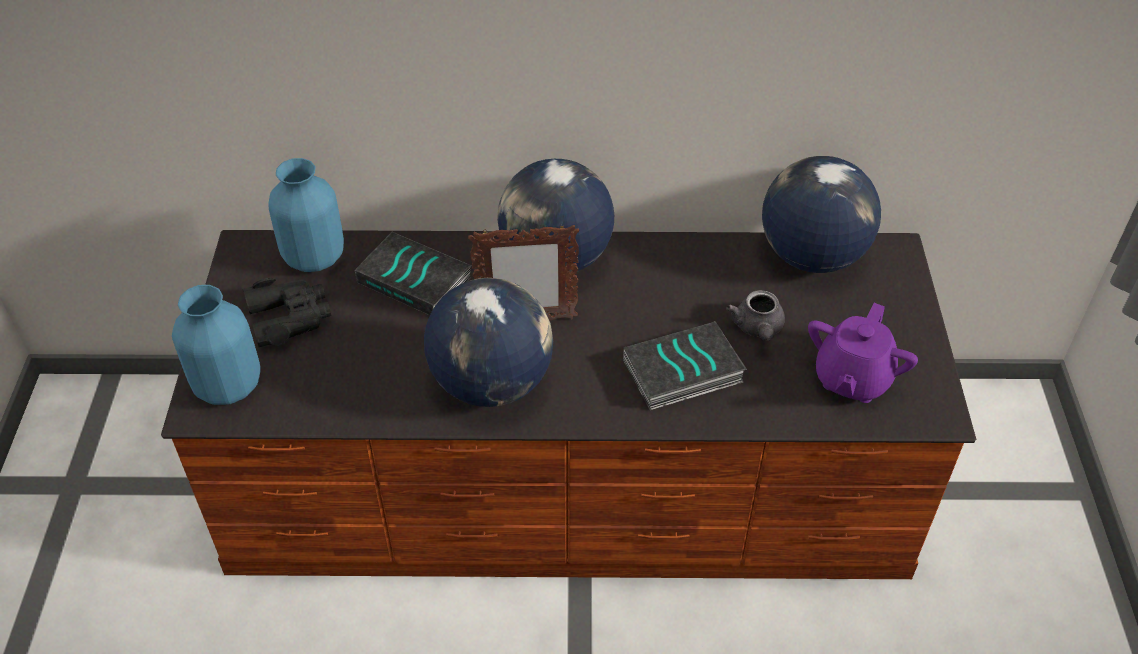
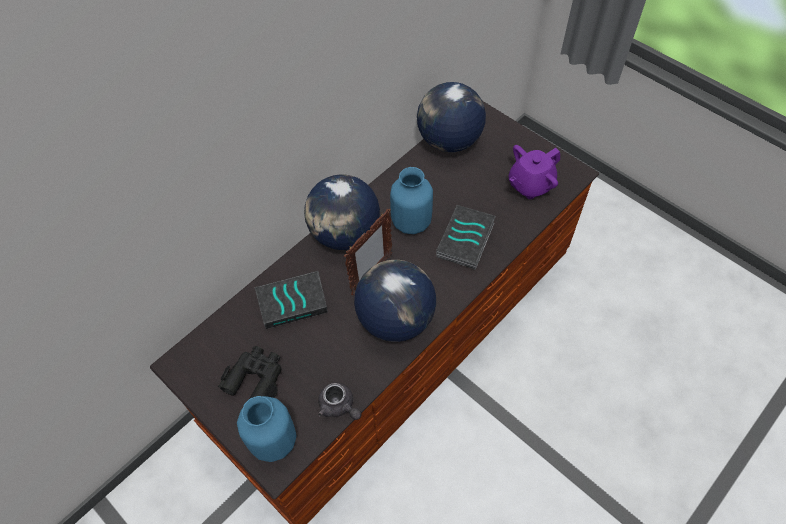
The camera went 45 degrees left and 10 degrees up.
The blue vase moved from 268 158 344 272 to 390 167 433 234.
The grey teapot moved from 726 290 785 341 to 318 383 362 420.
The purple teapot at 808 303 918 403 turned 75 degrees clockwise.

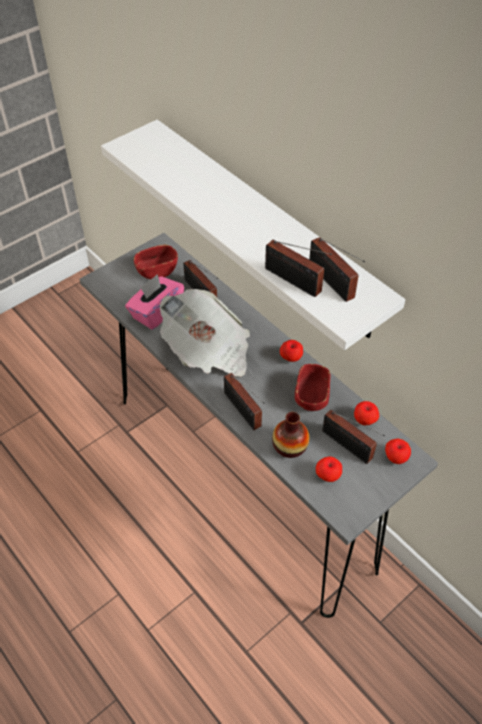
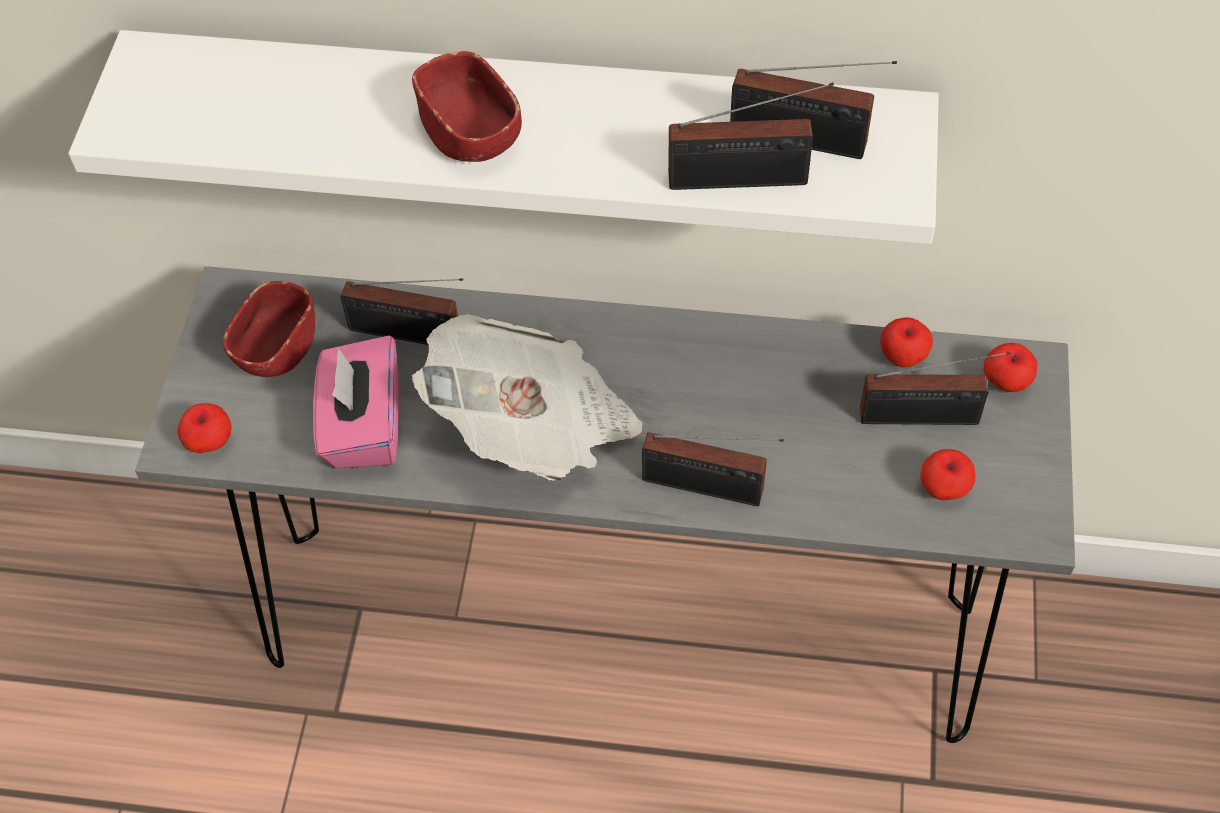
The camera went 40 degrees left and 5 degrees up.
The vase at 272 412 310 458 disappeared.
The apple moved from 280 340 303 362 to 177 403 232 453.
The red bowl moved from 295 364 330 411 to 412 51 522 162.

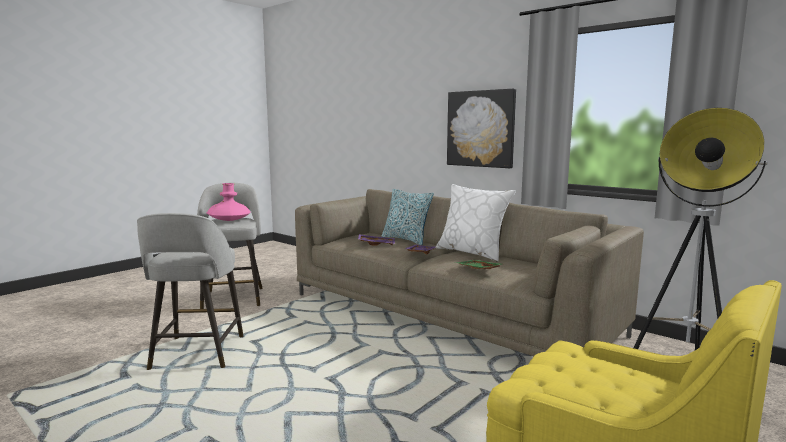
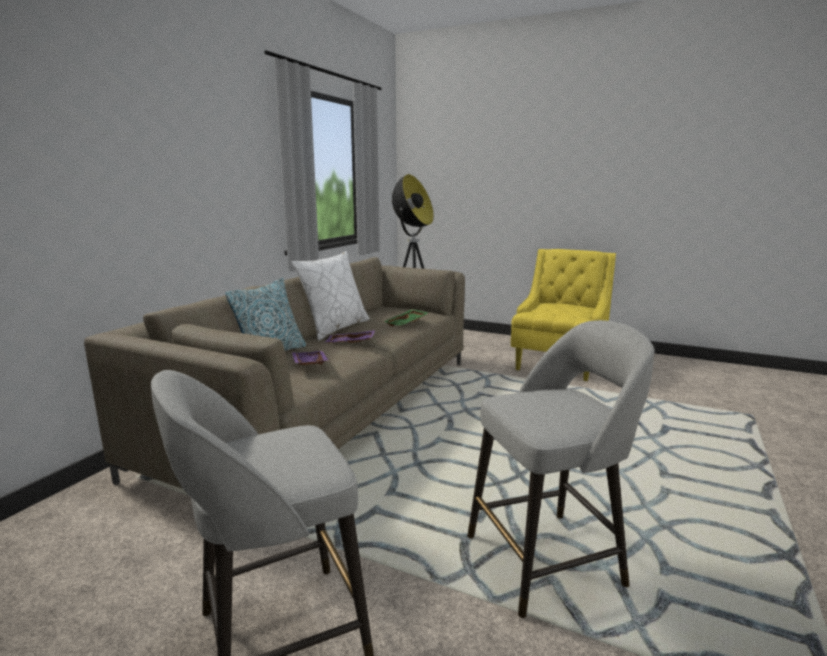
The camera went 105 degrees left and 5 degrees up.
The pink vase at 207 183 251 221 disappeared.
The picture at 447 89 516 168 disappeared.

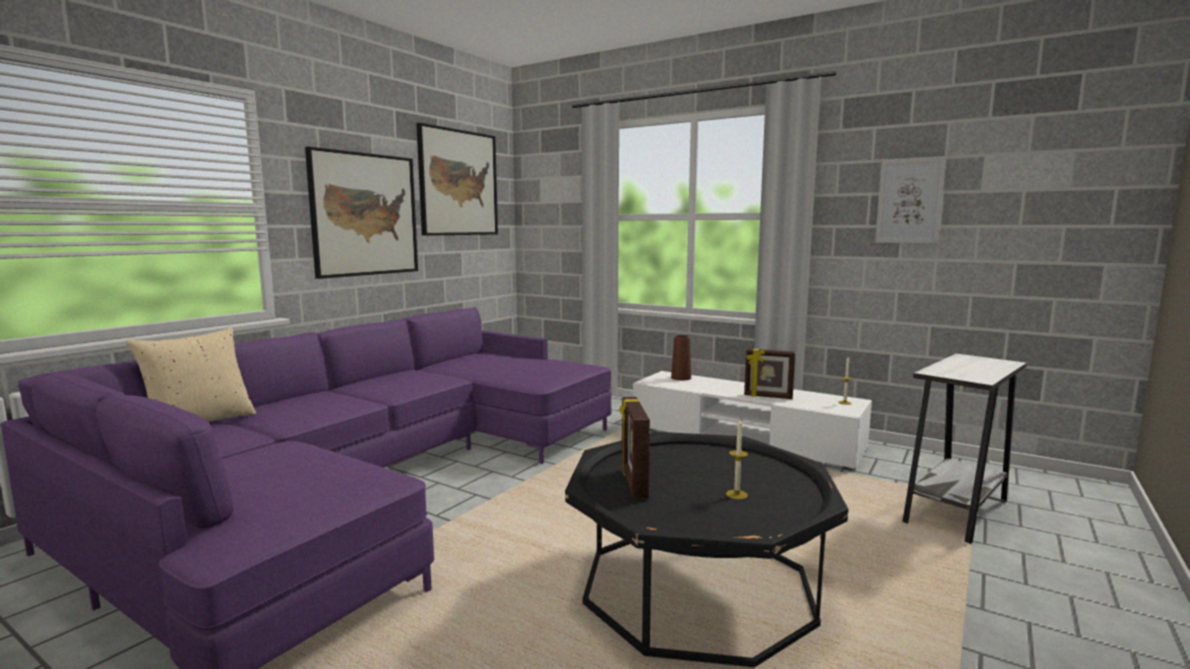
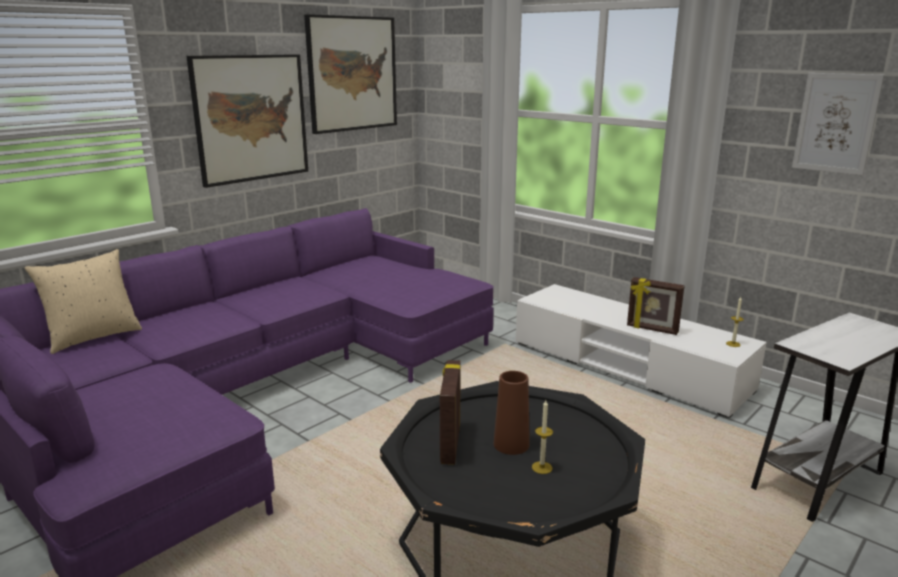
The camera went 10 degrees right and 10 degrees up.
The brown vase moved from 671 335 691 380 to 494 371 530 455.

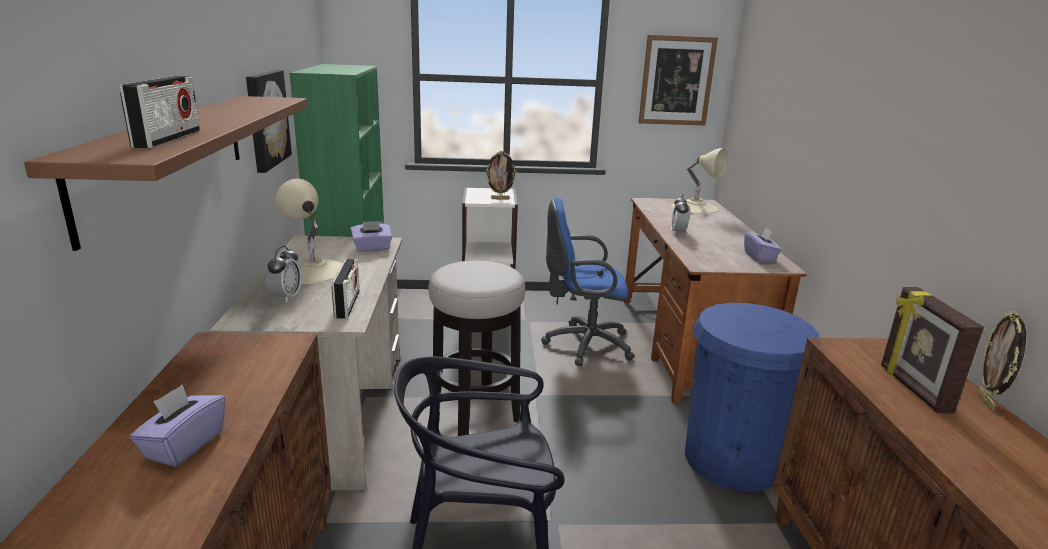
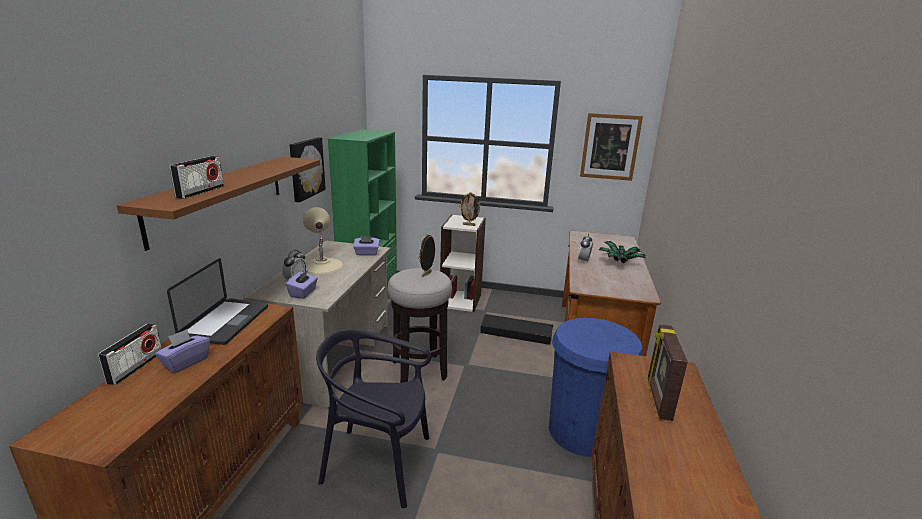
The camera went 15 degrees right and 0 degrees up.
The beige table lamp at 672 148 728 214 disappeared.
The laptop at 167 258 268 345 appeared.
The potted plant at 599 241 646 264 appeared.
The radio moved from 331 259 360 318 to 98 324 162 385.
The purple tissue box moved from 744 228 781 262 to 286 270 318 299.
The picture frame moved from 977 311 1026 411 to 418 233 435 277.
The blue office chair at 541 198 635 366 was replaced by the black storage box at 480 314 554 345.

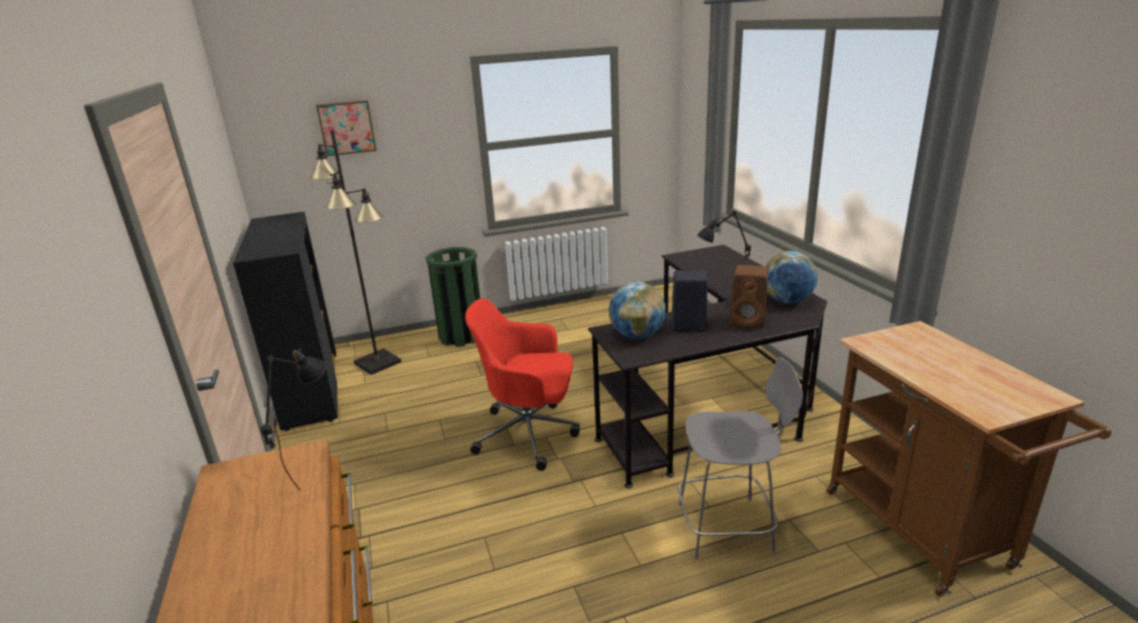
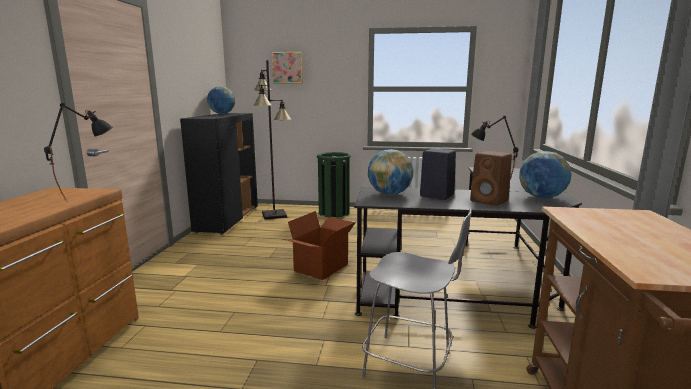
The camera went 25 degrees right and 10 degrees down.
The globe at 207 86 235 114 appeared.
The red office chair at 465 298 580 471 was replaced by the cardboard box at 283 211 357 280.

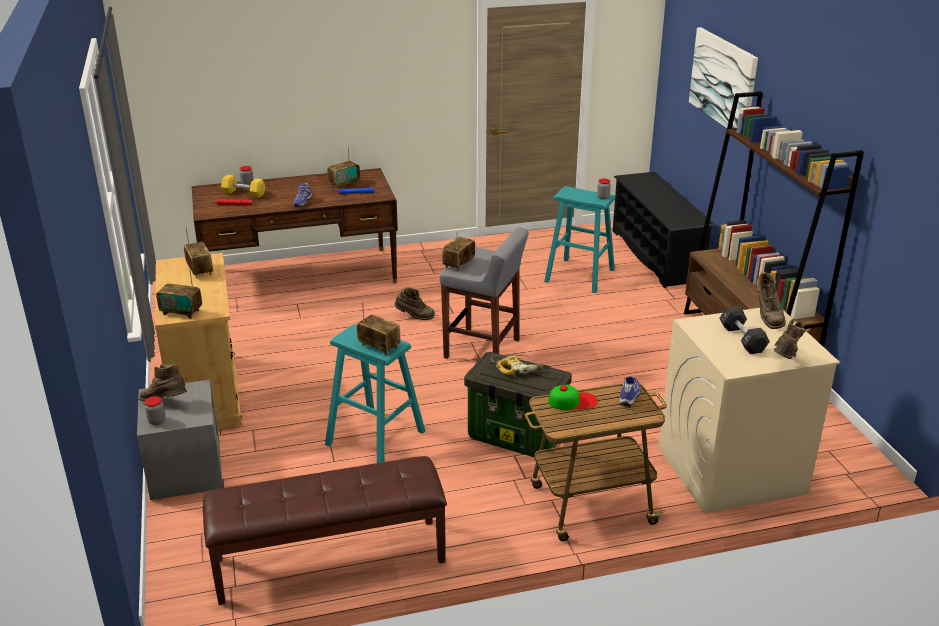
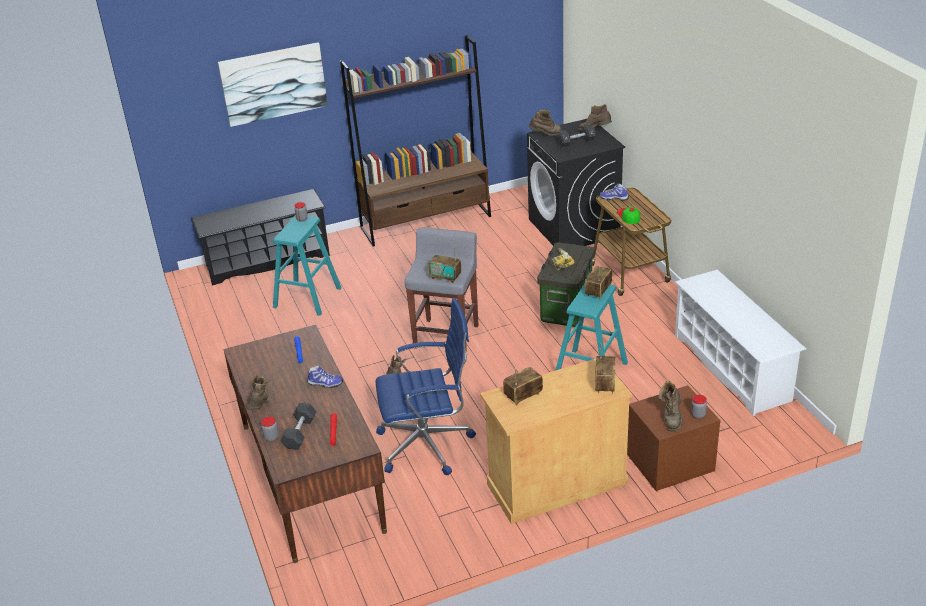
The camera went 95 degrees left and 5 degrees up.
The radio at 327 146 360 189 disappeared.
The brown boot at 246 375 271 409 appeared.
The blue office chair at 376 298 476 475 appeared.
The brown bench at 203 456 447 605 was replaced by the white shoe rack at 675 269 806 416.
The grey nightstand at 137 380 223 500 became the brown nightstand at 627 385 721 491.
The yellow dumbbell at 221 175 266 198 became the black dumbbell at 281 403 317 450.
The beige washing machine at 659 308 840 514 became the black washing machine at 527 119 625 246.

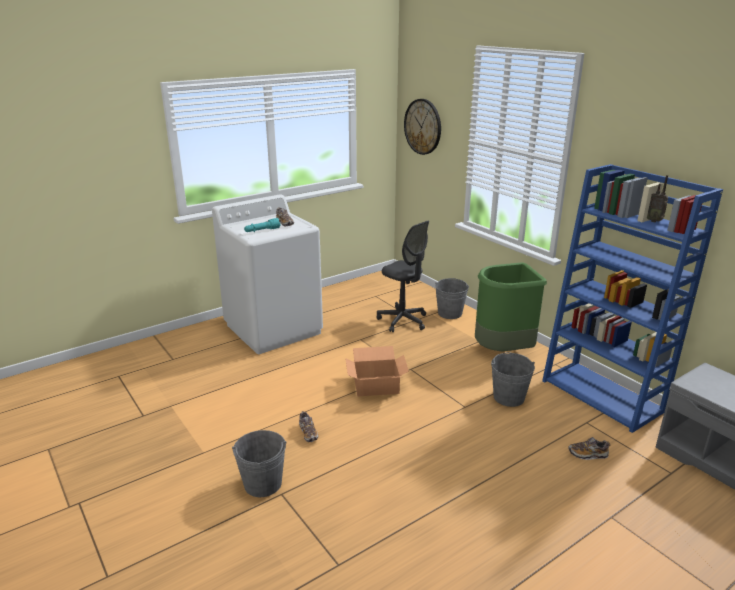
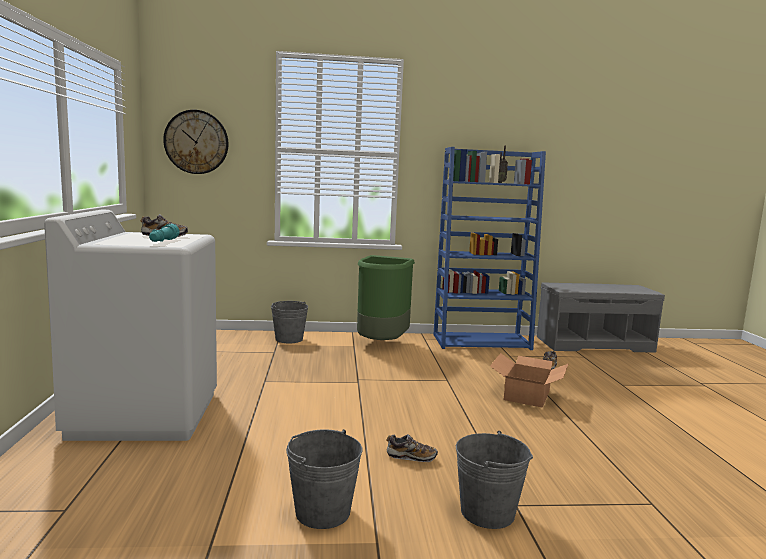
The camera went 60 degrees left and 15 degrees down.
The grey office chair at 377 220 429 332 disappeared.
The cardboard box moved from 345 346 409 396 to 490 353 568 408.
The grey bucket moved from 491 352 535 407 to 286 429 363 529.

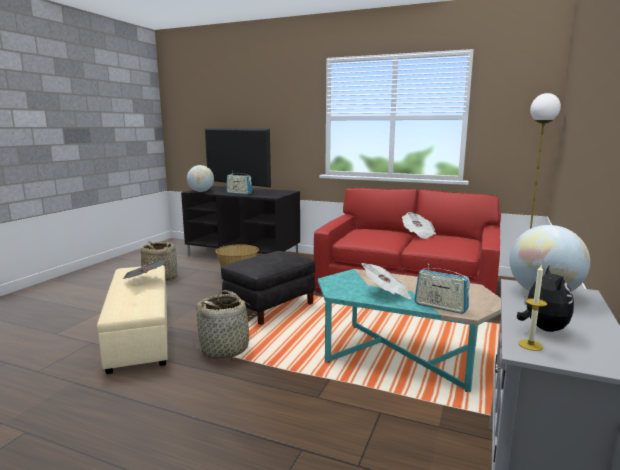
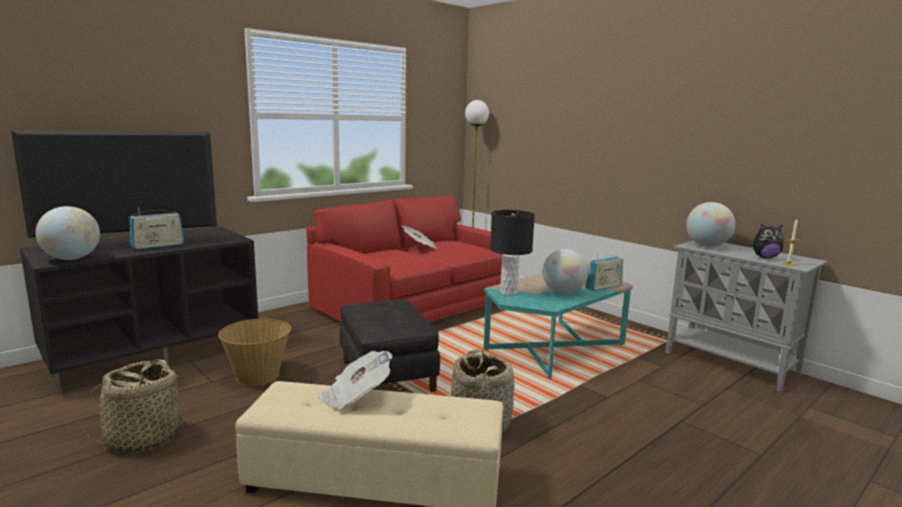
The camera went 65 degrees left and 0 degrees up.
The black table lamp at 490 210 535 295 appeared.
The newspaper at 362 263 411 299 was replaced by the globe at 543 249 588 294.
The plush toy at 517 266 574 332 turned 150 degrees clockwise.

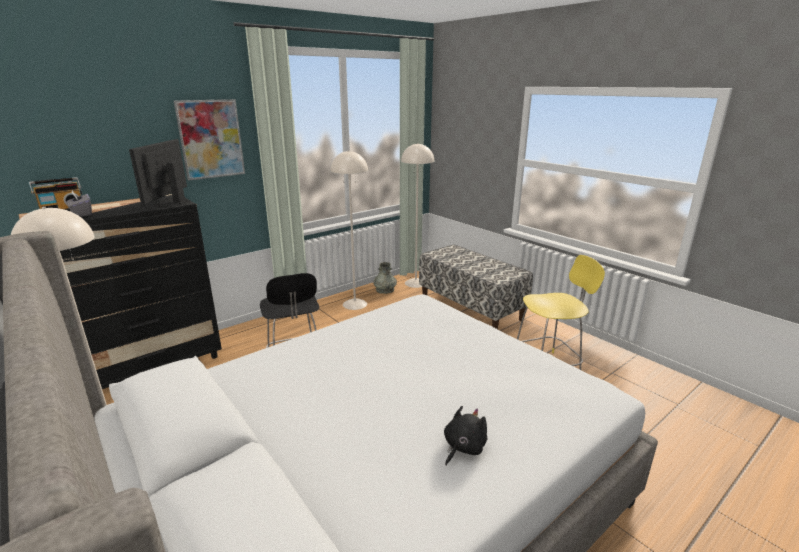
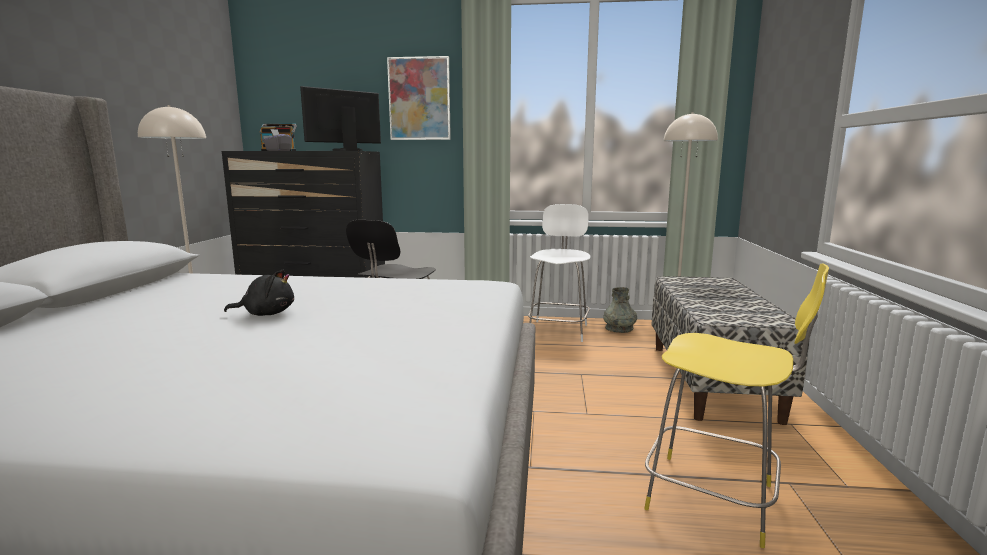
The camera went 45 degrees right and 10 degrees down.
The black plush toy moved from 444 406 487 465 to 224 270 294 316.
The beige floor lamp at 331 150 368 310 was replaced by the white chair at 528 204 591 342.

